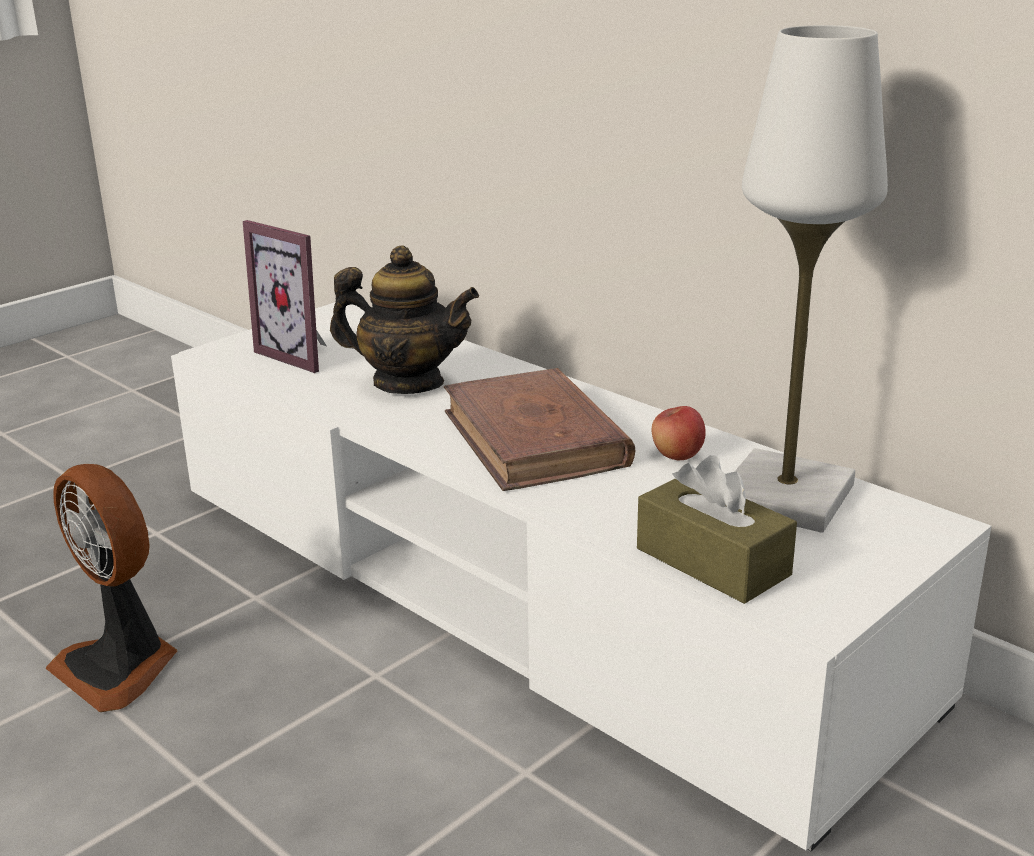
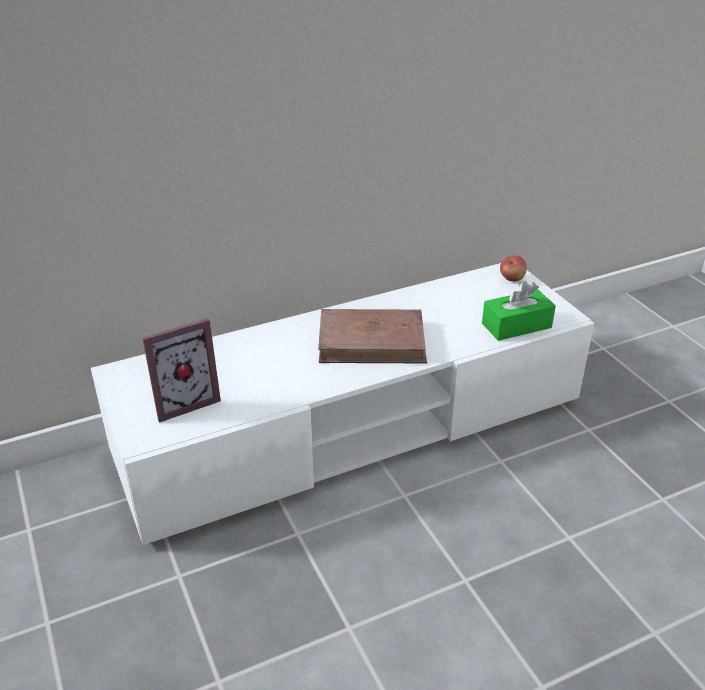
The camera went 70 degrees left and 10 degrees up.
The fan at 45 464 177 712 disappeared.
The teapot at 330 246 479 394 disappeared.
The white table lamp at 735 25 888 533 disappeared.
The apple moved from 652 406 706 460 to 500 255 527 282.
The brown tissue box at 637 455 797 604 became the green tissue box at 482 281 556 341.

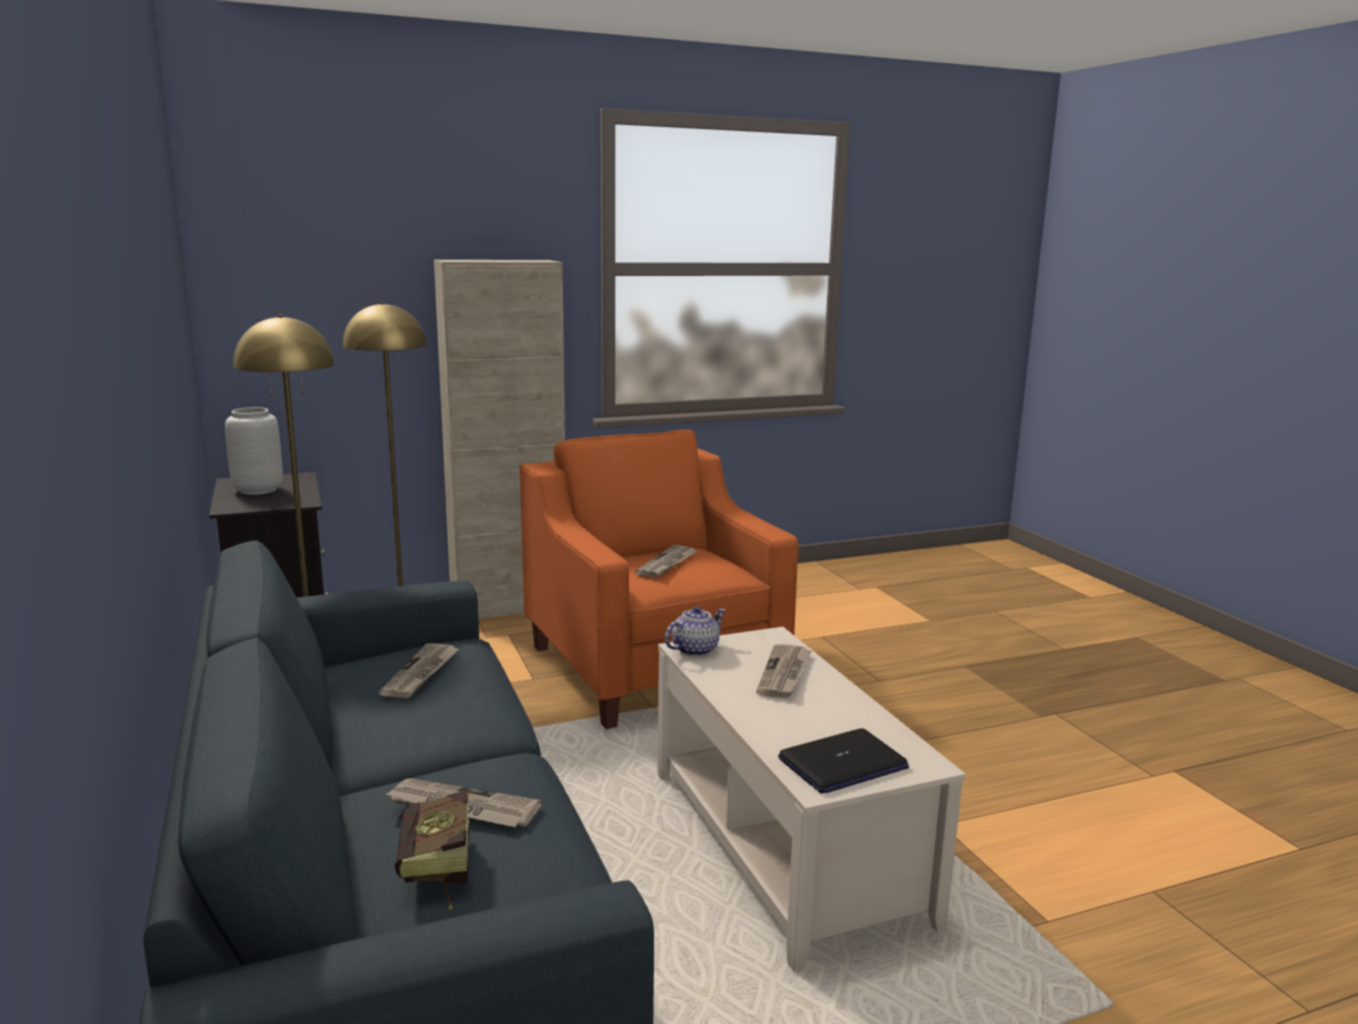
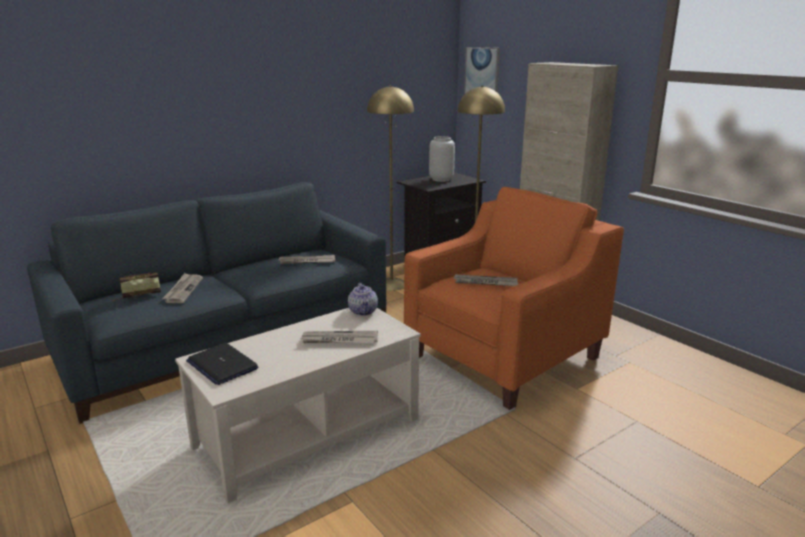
The camera went 75 degrees right and 5 degrees up.
The picture at 464 47 500 94 appeared.
The teapot at 665 606 726 657 turned 45 degrees clockwise.

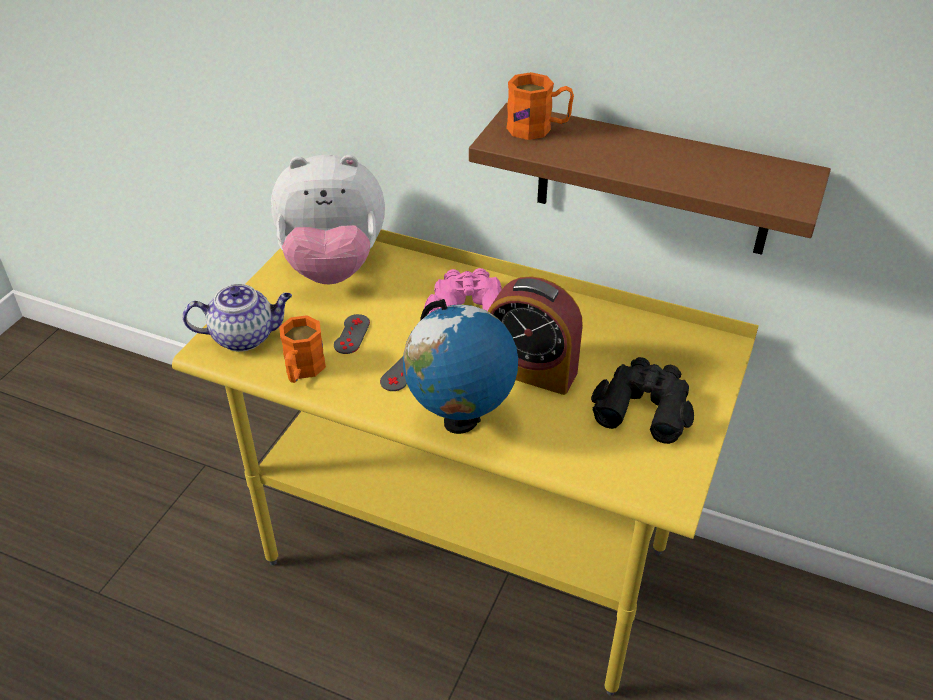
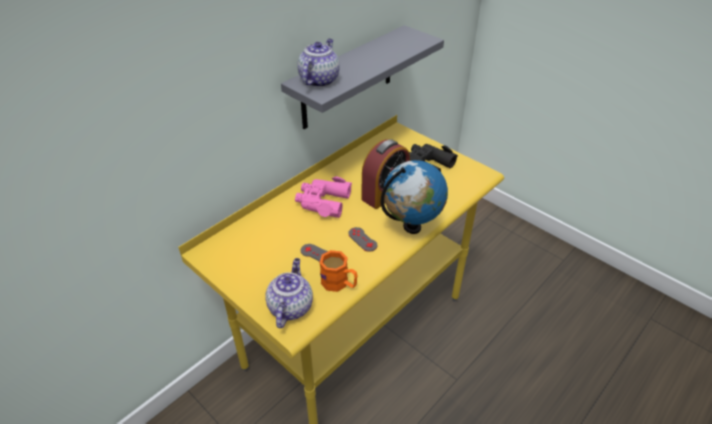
The camera went 70 degrees left and 0 degrees up.
The plush toy at 271 155 385 285 disappeared.
The orange mug at 506 72 574 140 was replaced by the teapot at 297 39 340 87.
The brown shelf at 469 103 831 255 became the grey shelf at 281 25 444 129.

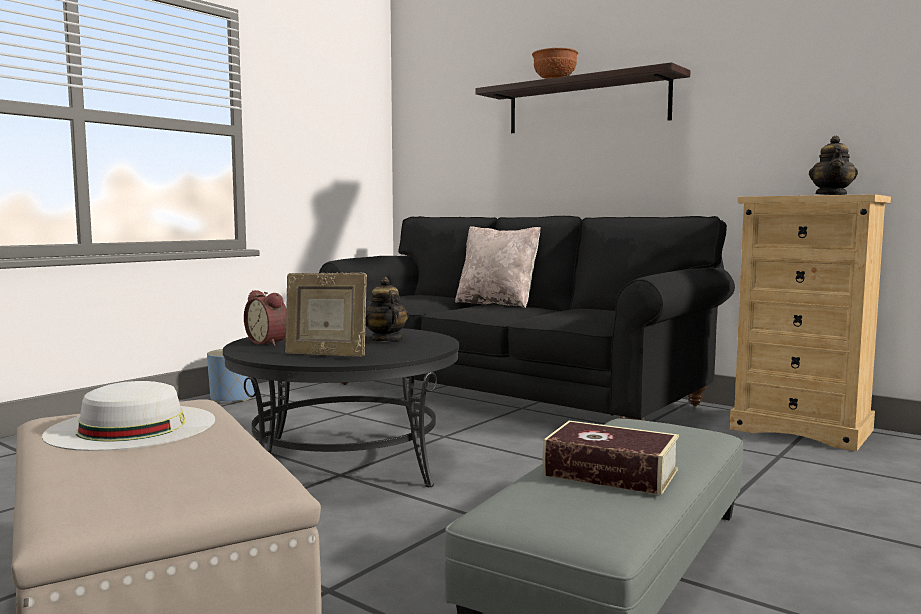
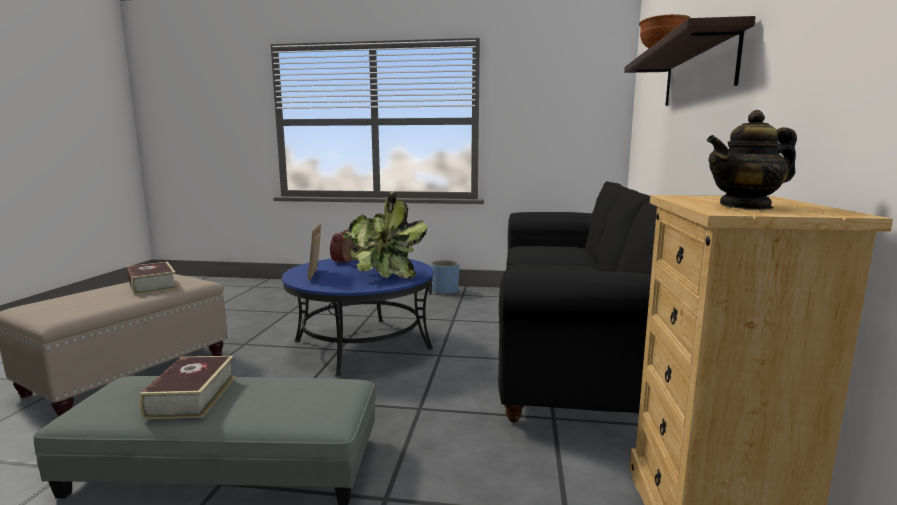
The camera went 60 degrees right and 5 degrees up.
The beige pillow at 455 226 541 308 disappeared.
The white hat at 42 381 215 451 was replaced by the book at 127 262 177 295.
The teapot at 365 277 408 342 was replaced by the potted plant at 342 192 428 279.
The black coffee table at 223 327 459 487 became the blue coffee table at 282 258 433 377.

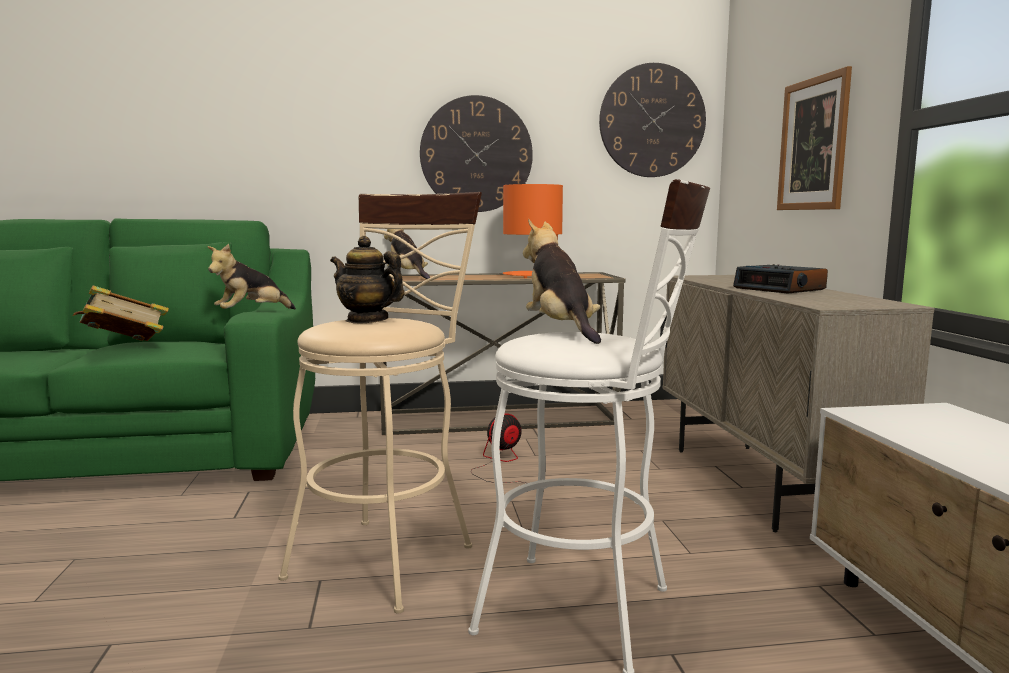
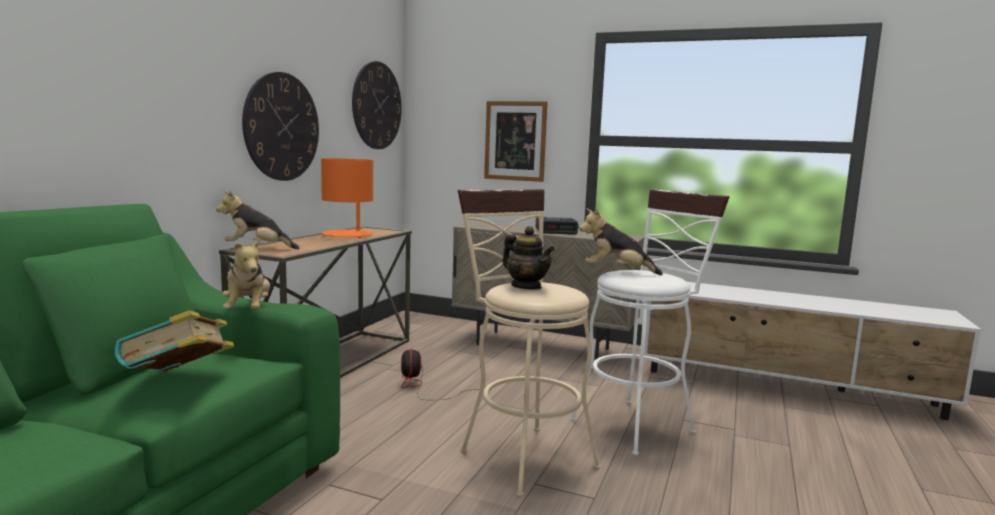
The camera went 60 degrees left and 0 degrees up.
The teapot at 330 236 405 323 turned 105 degrees counterclockwise.

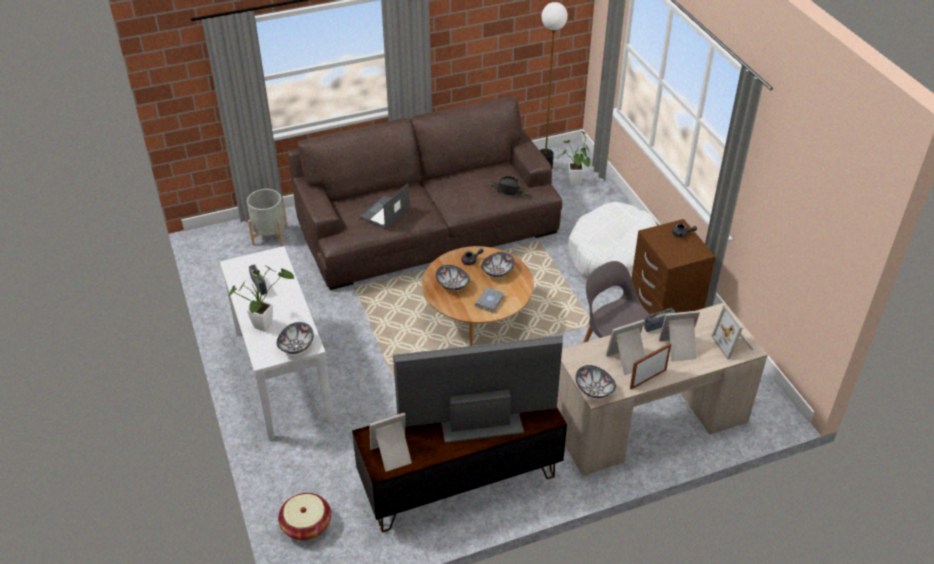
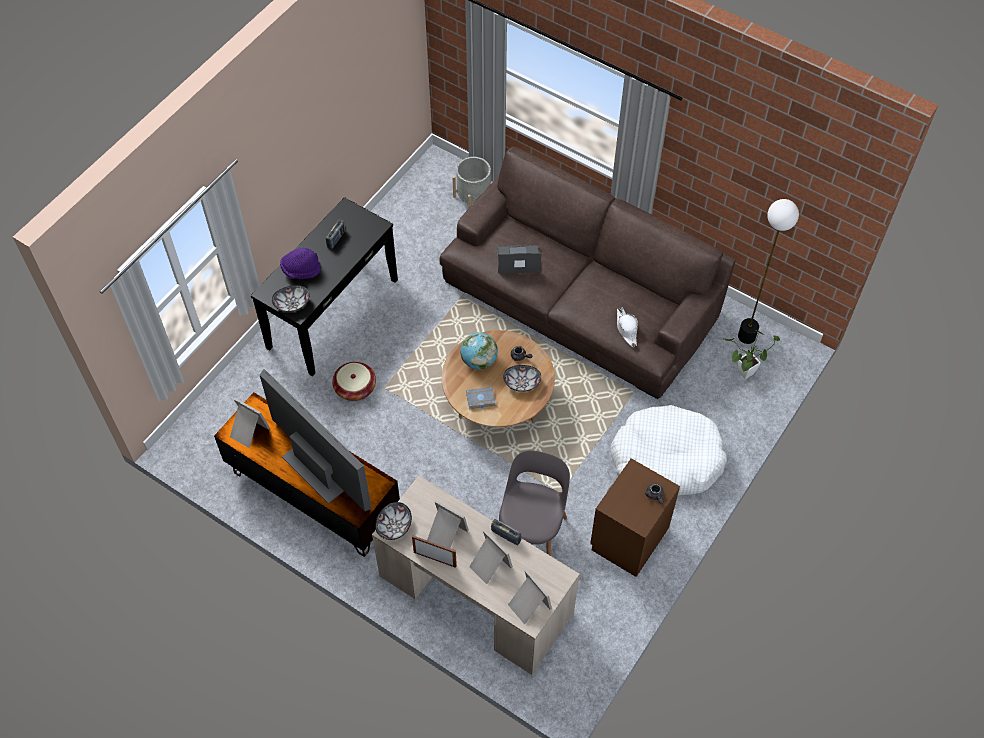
The camera went 55 degrees right and 15 degrees up.
The basket moved from 278 493 331 540 to 332 362 376 401.
The potted plant at 229 265 294 332 was replaced by the purple hat at 280 248 321 279.
The bowl at 436 265 470 291 was replaced by the globe at 460 332 498 370.
The white console table at 220 246 334 440 became the black console table at 251 197 398 376.
The black hat at 487 176 530 196 became the white hat at 617 307 638 347.
The picture frame at 711 305 753 360 turned 105 degrees clockwise.

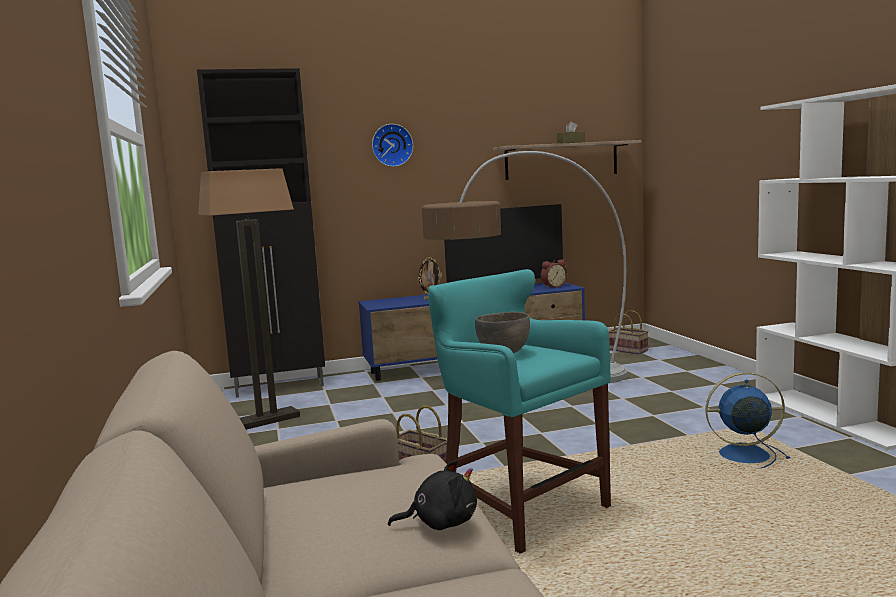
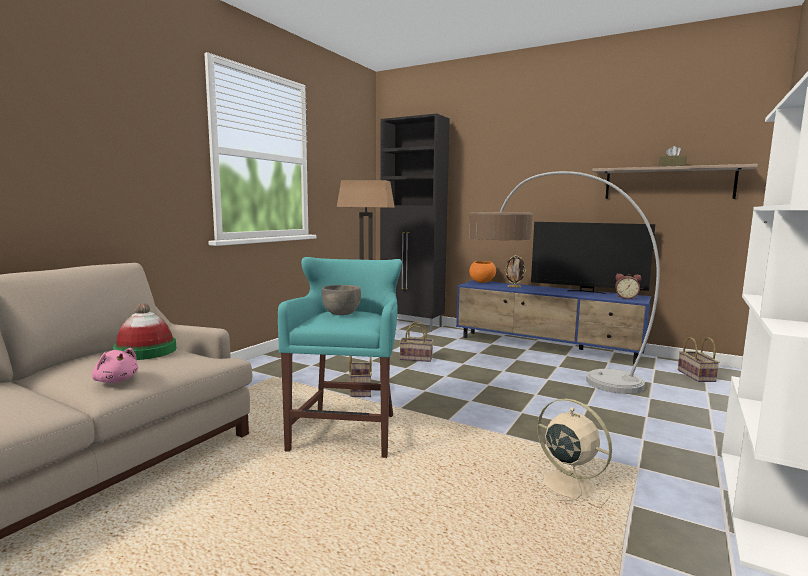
The camera went 45 degrees right and 0 degrees up.
The wall clock at 372 124 413 167 disappeared.
The hat at 113 303 176 360 appeared.
The basket at 399 321 433 362 appeared.
The orange bowl at 469 261 496 283 appeared.
The black plush toy at 388 460 477 530 became the pink plush toy at 91 348 138 383.
The blue fan at 706 372 790 469 became the beige fan at 537 398 612 509.

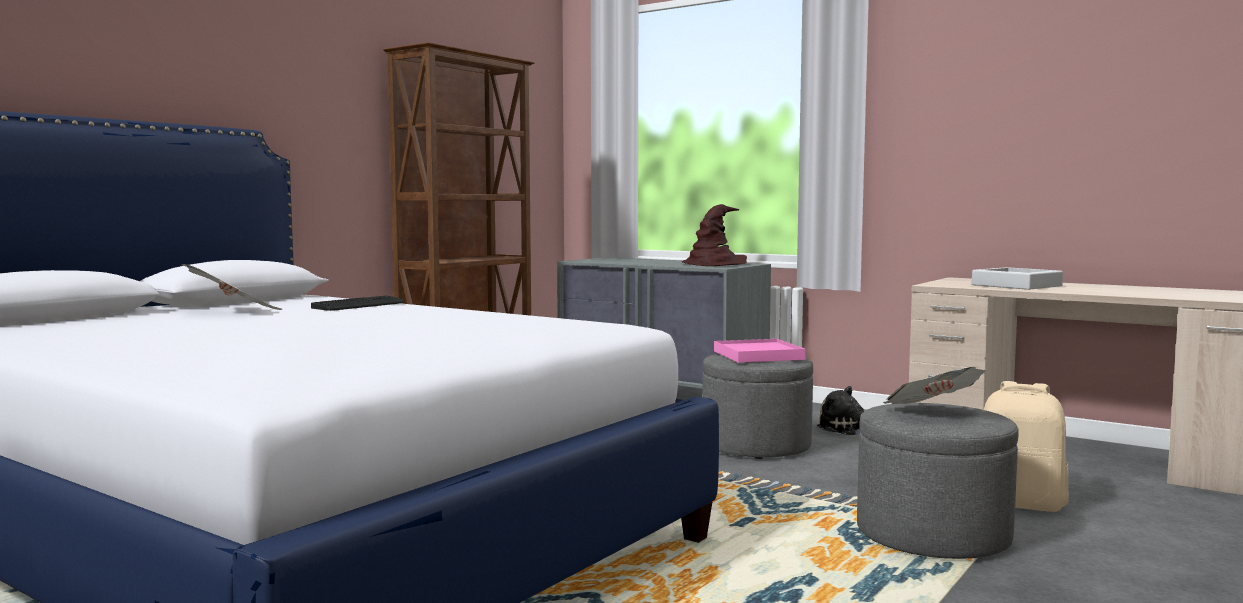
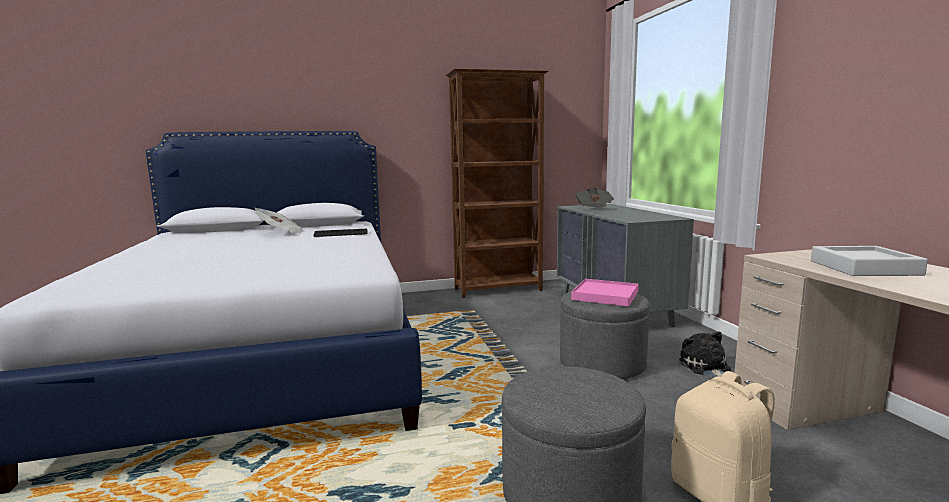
The camera went 40 degrees right and 5 degrees up.
The brown hat at 681 204 747 266 disappeared.
The newspaper moved from 883 367 985 404 to 574 188 614 208.

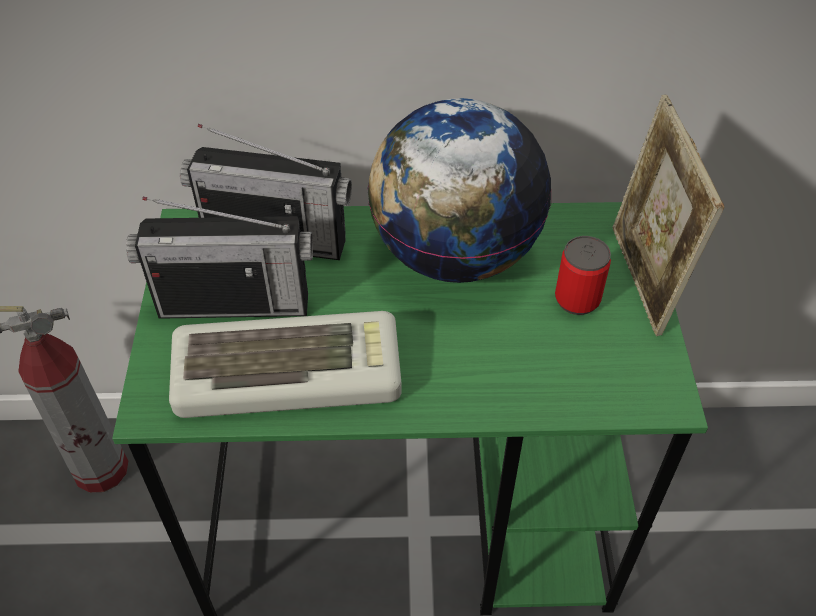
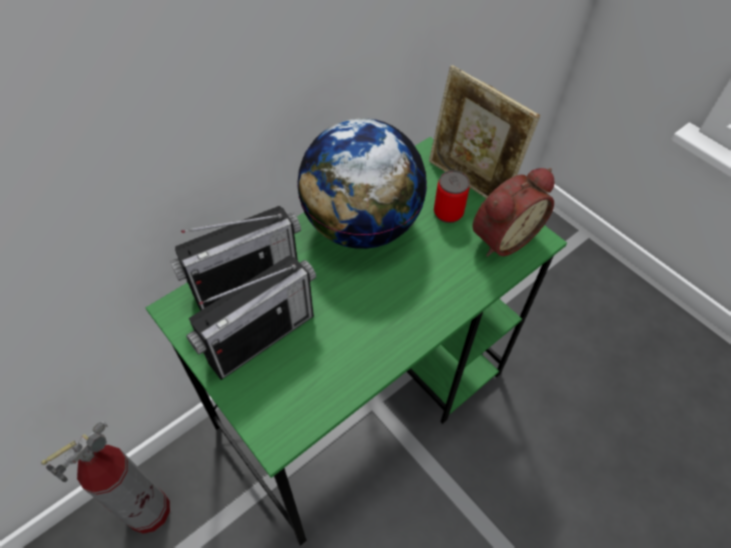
The camera went 40 degrees left and 5 degrees up.
The keyboard at 169 311 402 418 disappeared.
The alarm clock at 473 168 554 257 appeared.

